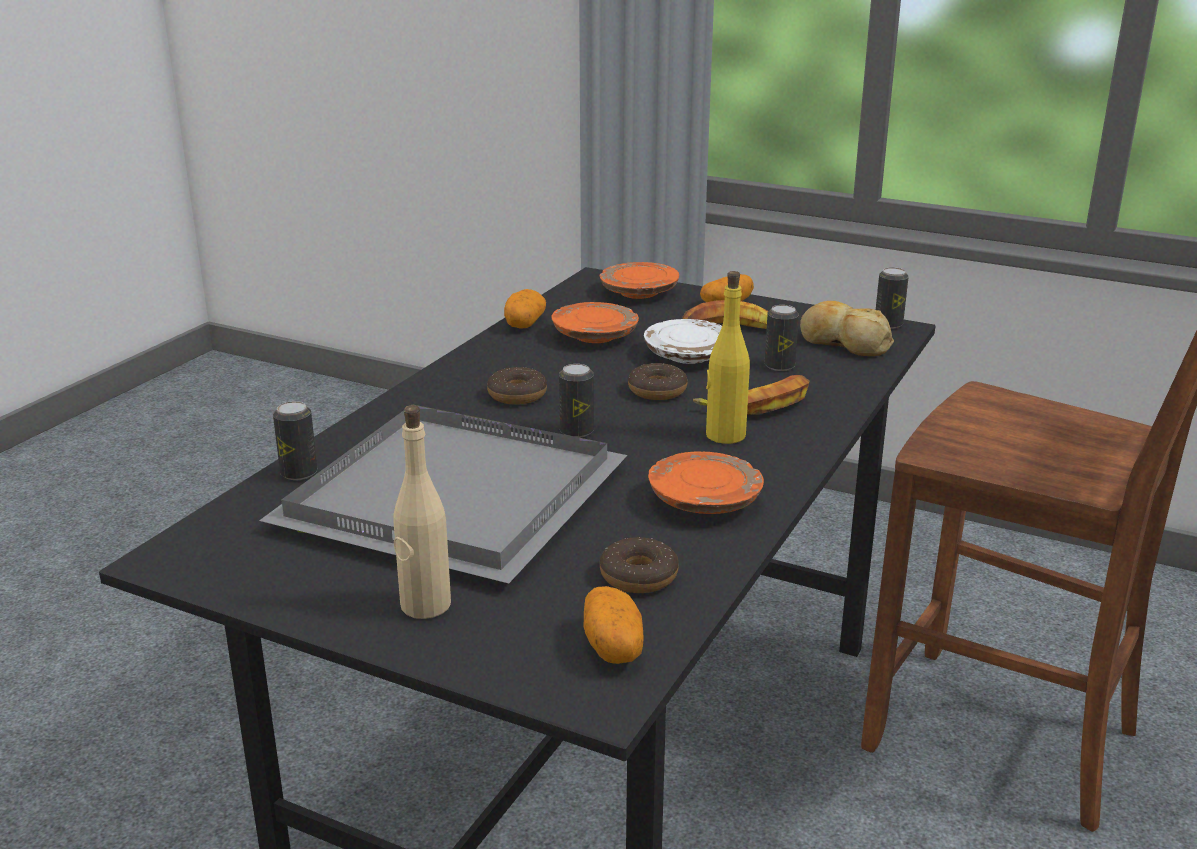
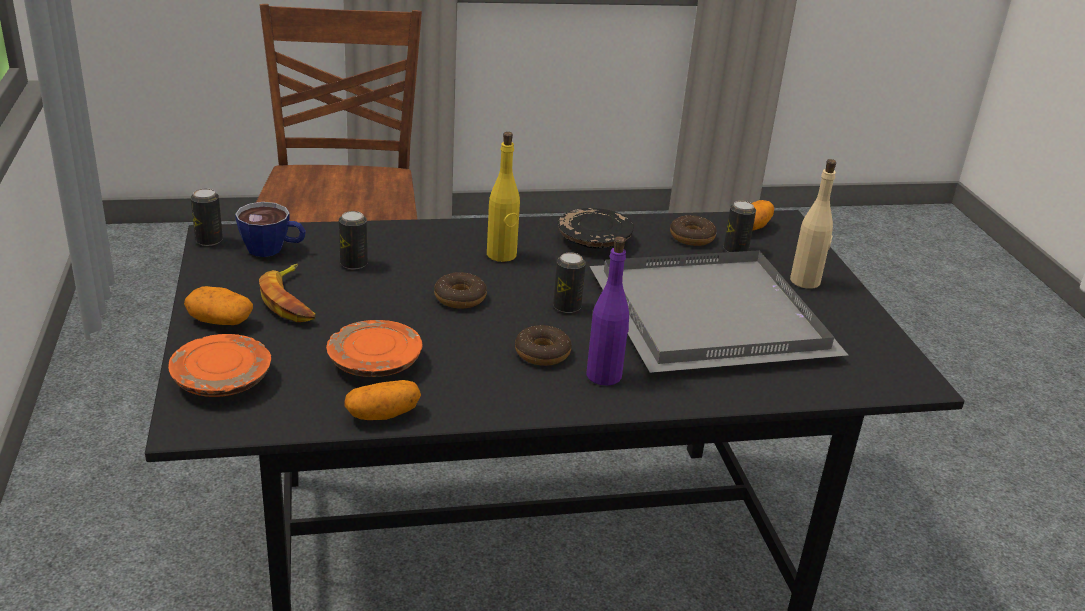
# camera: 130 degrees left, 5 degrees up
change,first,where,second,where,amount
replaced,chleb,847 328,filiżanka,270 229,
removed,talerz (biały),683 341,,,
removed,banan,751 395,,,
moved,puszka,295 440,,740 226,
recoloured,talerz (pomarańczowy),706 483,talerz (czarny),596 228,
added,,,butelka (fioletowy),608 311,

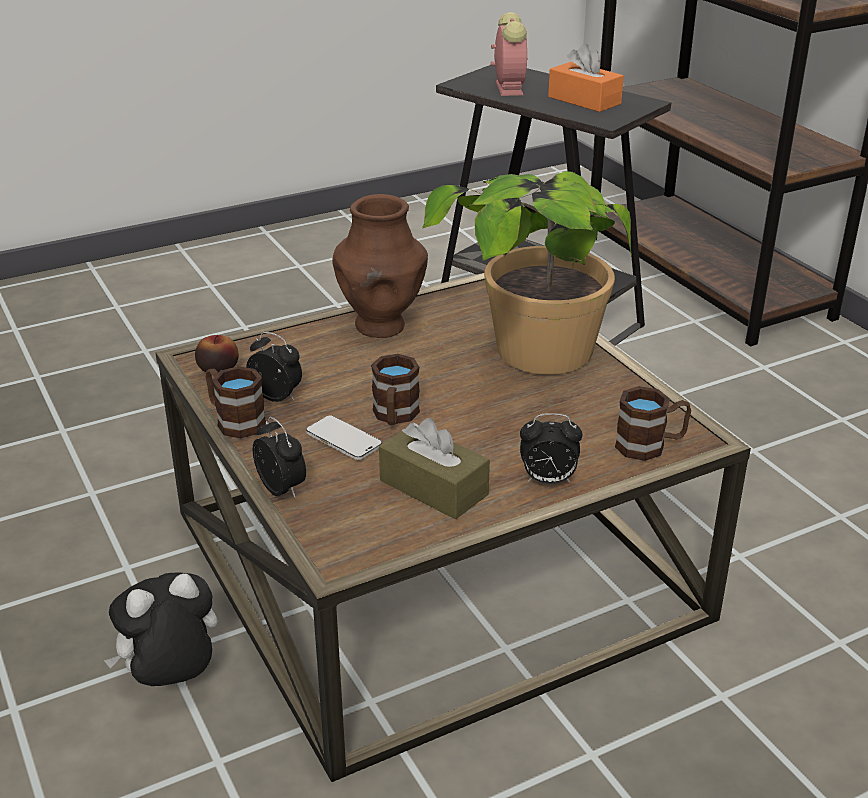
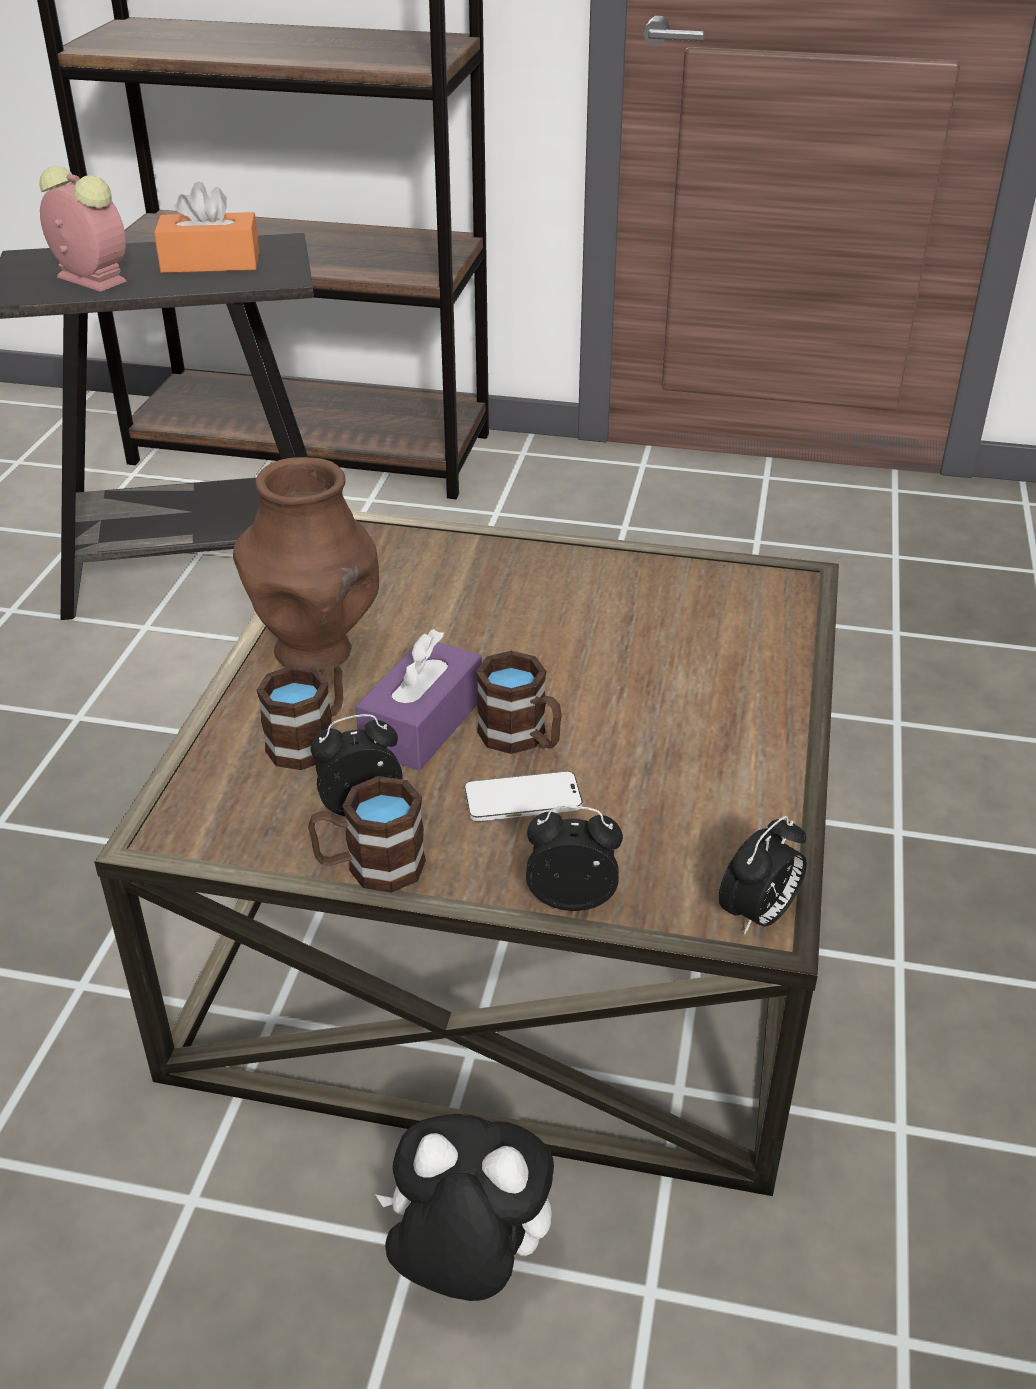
# camera: 50 degrees left, 5 degrees up
change,first,where,second,where,amount
removed,roślina doniczkowa,527 273,,,
removed,jabłko,217 353,,,
moved,kubek (brązowy),653 423,,300 716,
moved,budzik,551 448,,762 875,
removed,pudełko chusteczek (brązowy),434 469,,,
turned,pluszak,161 629,,464 1207,90 degrees clockwise
added,,,pudełko chusteczek (fioletowy),419 700,

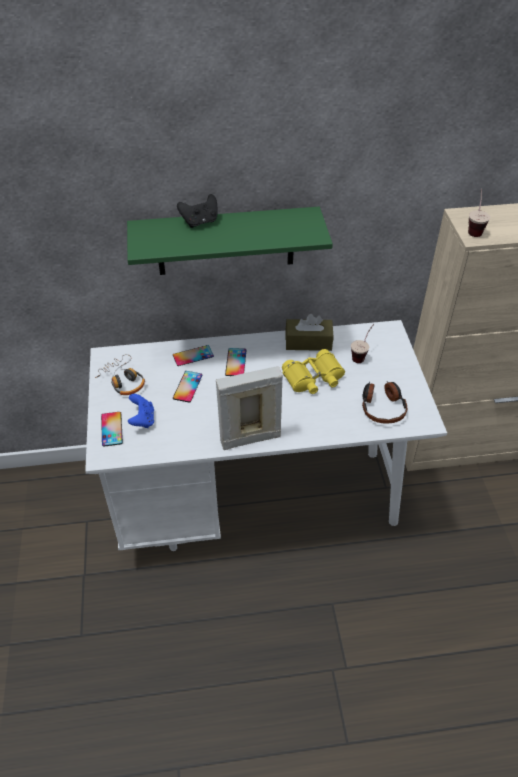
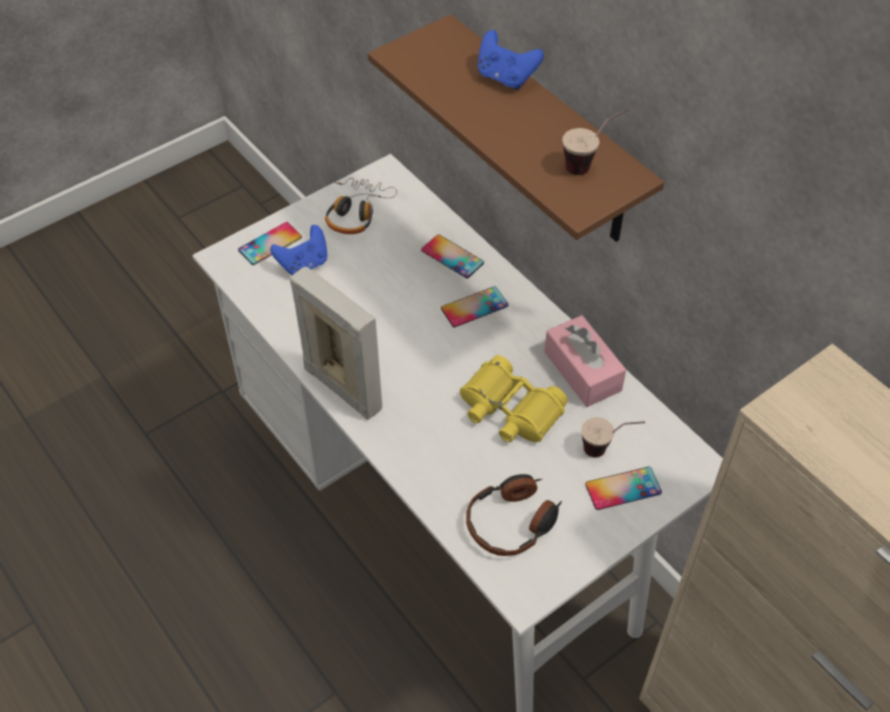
# camera: 60 degrees right, 5 degrees up
change,first,where,second,where,amount
moved,filiżanka,479 213,,595 142,
recoloured,pad do gier (czarny),197 211,pad do gier (niebieski),511 60,
recoloured,półka (zielony),230 241,półka (brązowy),516 128,
recoloured,pudełko chusteczek (brązowy),310 332,pudełko chusteczek (różowy),585 361,
moved,telefon,187 387,,623 488,

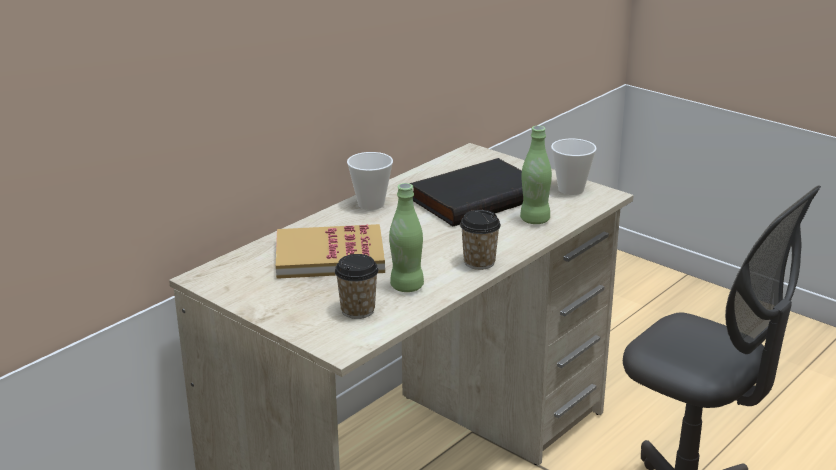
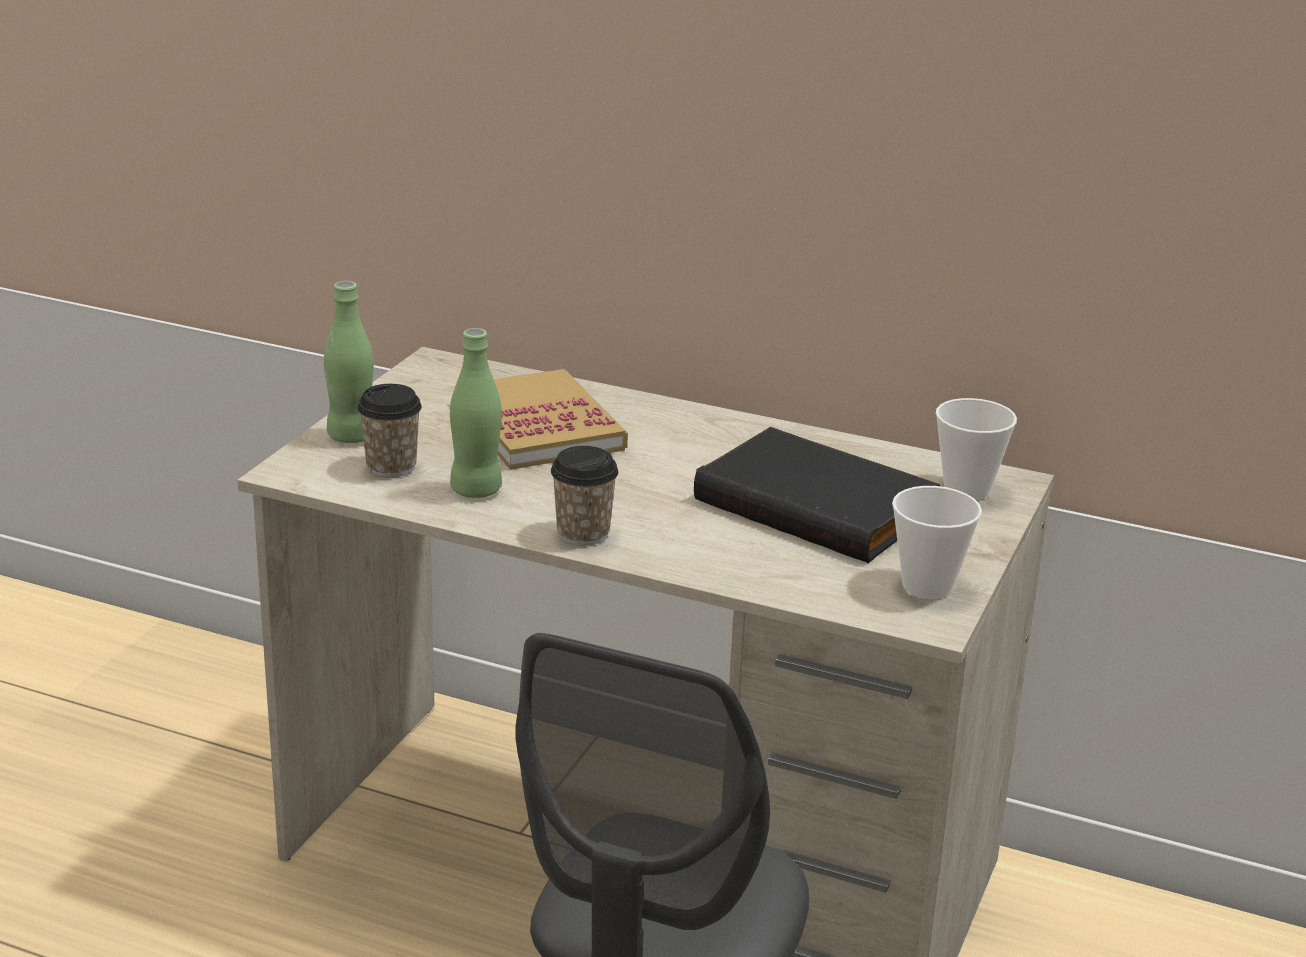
# camera: 70 degrees right, 0 degrees up
change,first,where,second,where,amount
moved,butelka (zielony),536 175,,349 362,
moved,filiżanka,370 181,,976 449,

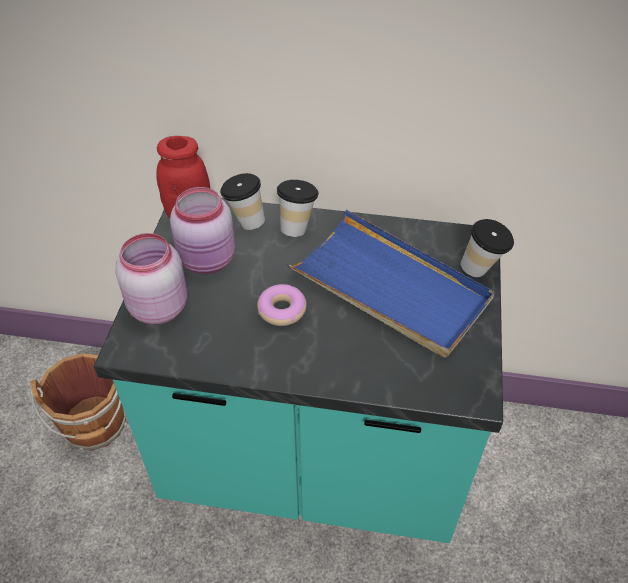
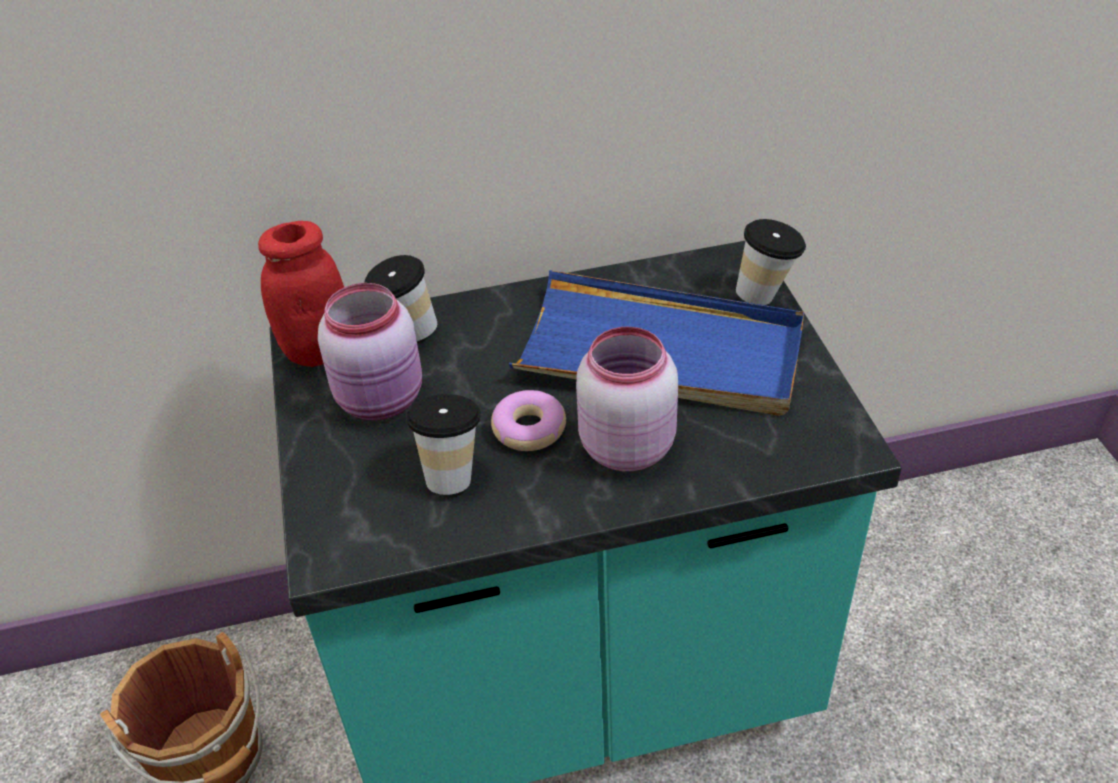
# camera: 20 degrees left, 5 degrees down
change,first,where,second,where,amount
moved,filiżanka,298 208,,443 444,
moved,słoik (różowy),151 278,,627 399,

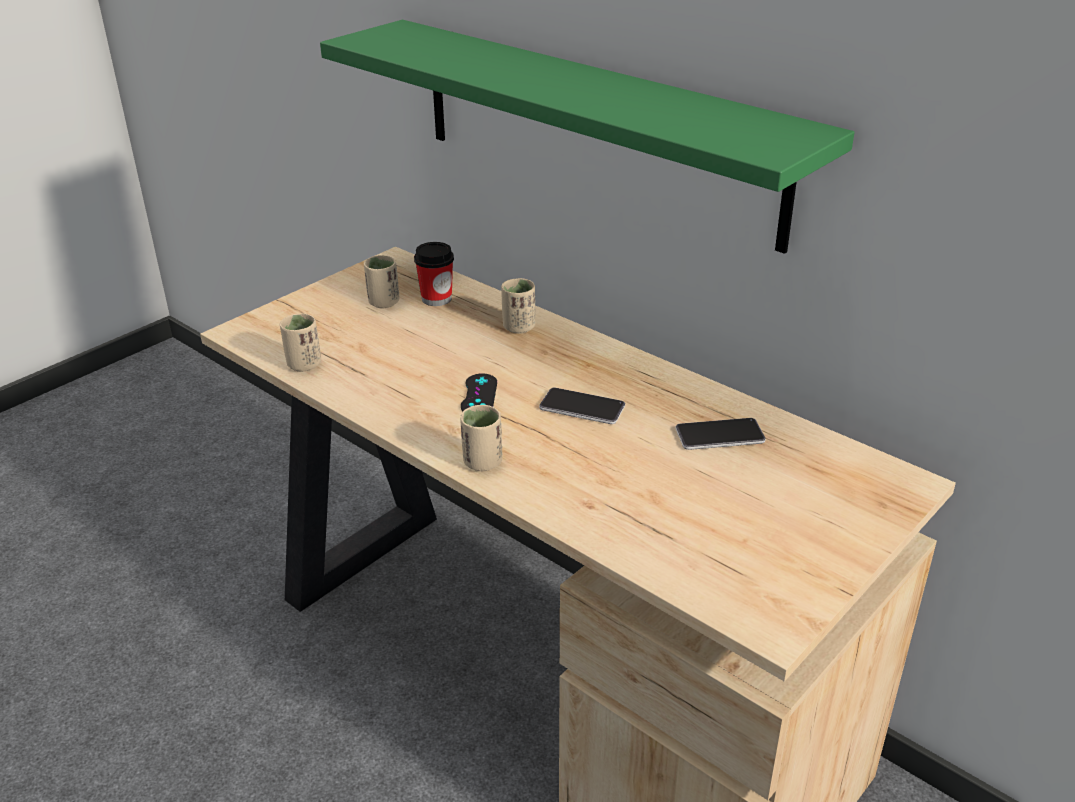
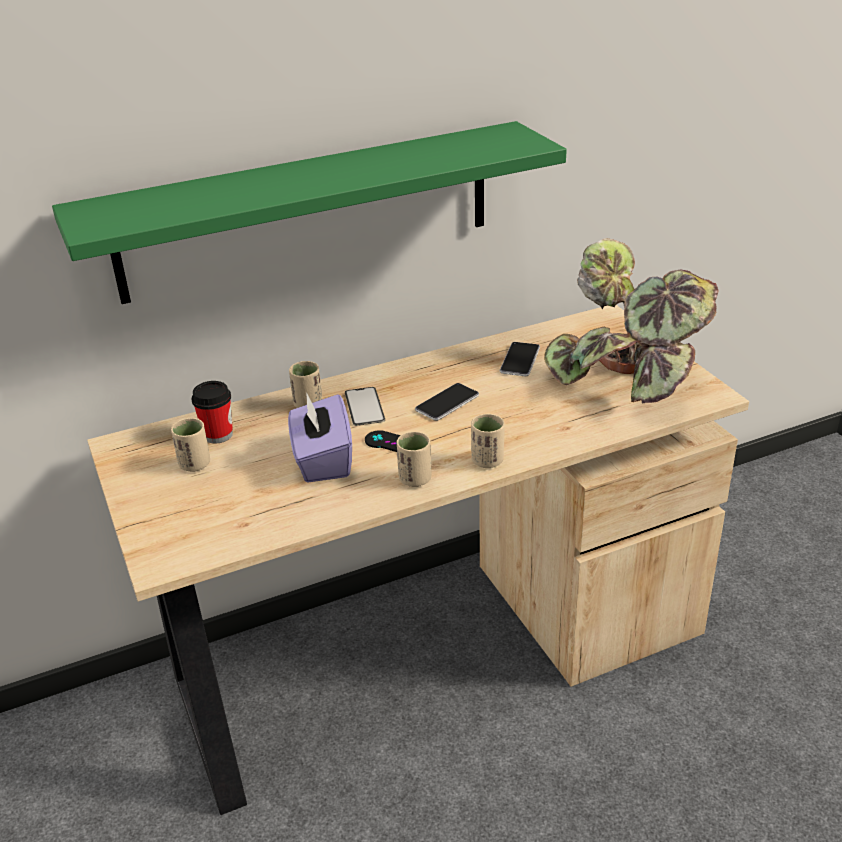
# camera: 65 degrees left, 0 degrees up
change,first,where,second,where,amount
moved,filiżanka (beżowy),300 342,,414 459,
added,,,roślina doniczkowa,631 321,
added,,,telefon,365 406,
added,,,pudełko chusteczek (fioletowy),320 437,

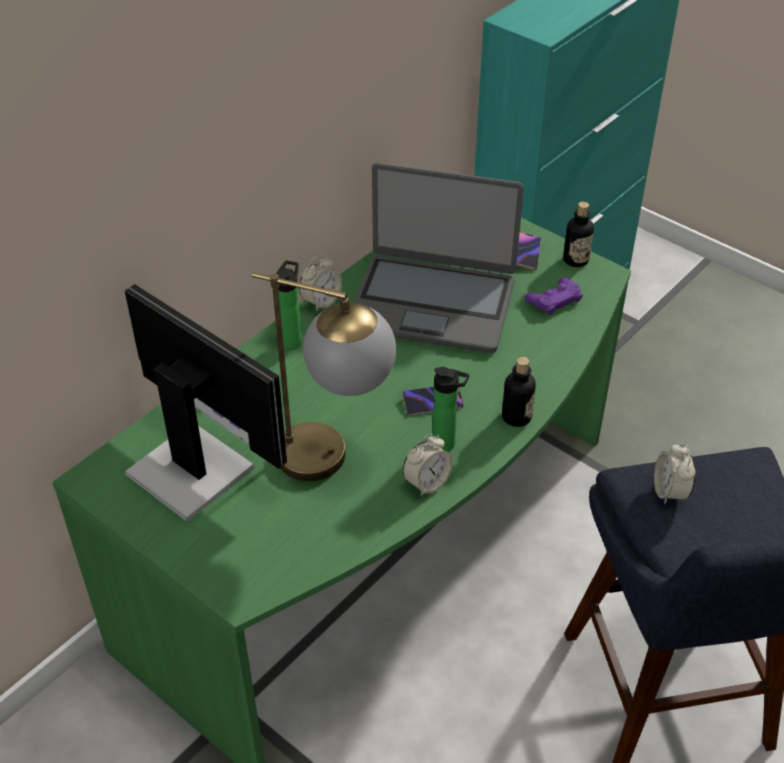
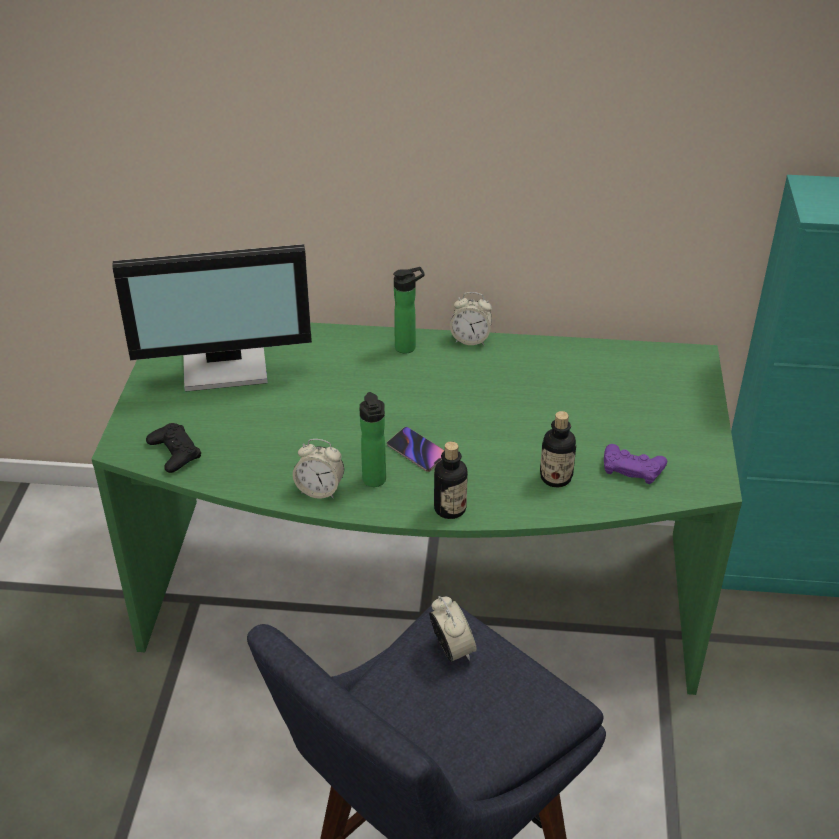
# camera: 55 degrees right, 5 degrees down
change,first,where,second,where,amount
removed,laptop,439 258,,,
moved,butelka,578 234,,558 449,
removed,telefon,529 251,,,
removed,lampa stołowa,324 376,,,
turned,monitor,206 403,,212 318,75 degrees clockwise
turned,budzik,674 474,,453 629,105 degrees clockwise
added,,,pad do gier (czarny),173 448,

